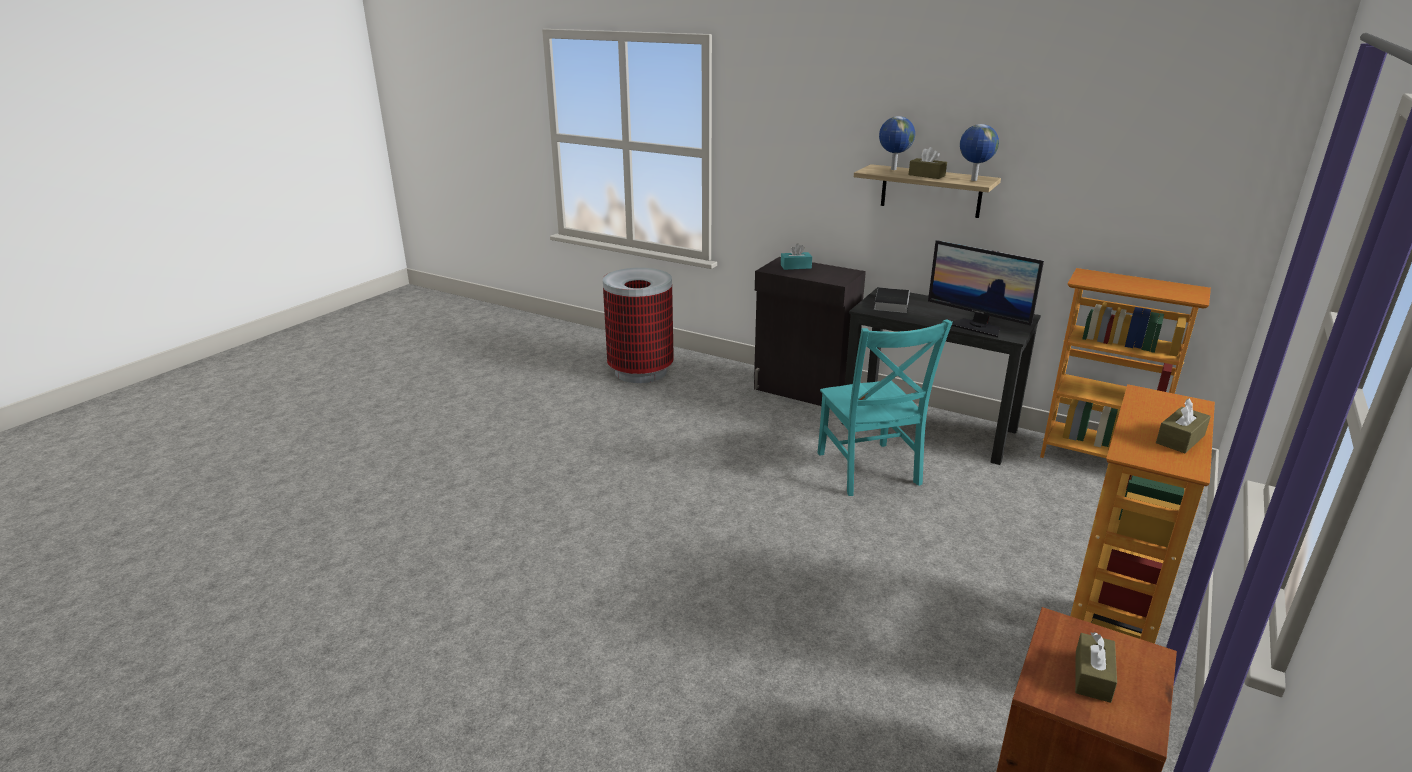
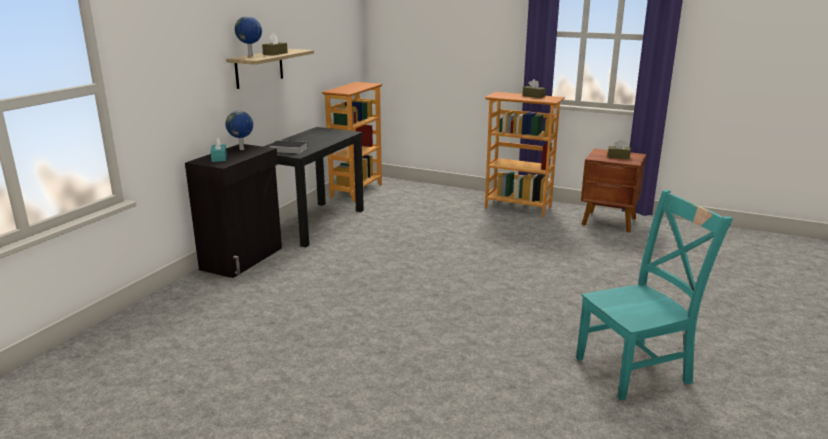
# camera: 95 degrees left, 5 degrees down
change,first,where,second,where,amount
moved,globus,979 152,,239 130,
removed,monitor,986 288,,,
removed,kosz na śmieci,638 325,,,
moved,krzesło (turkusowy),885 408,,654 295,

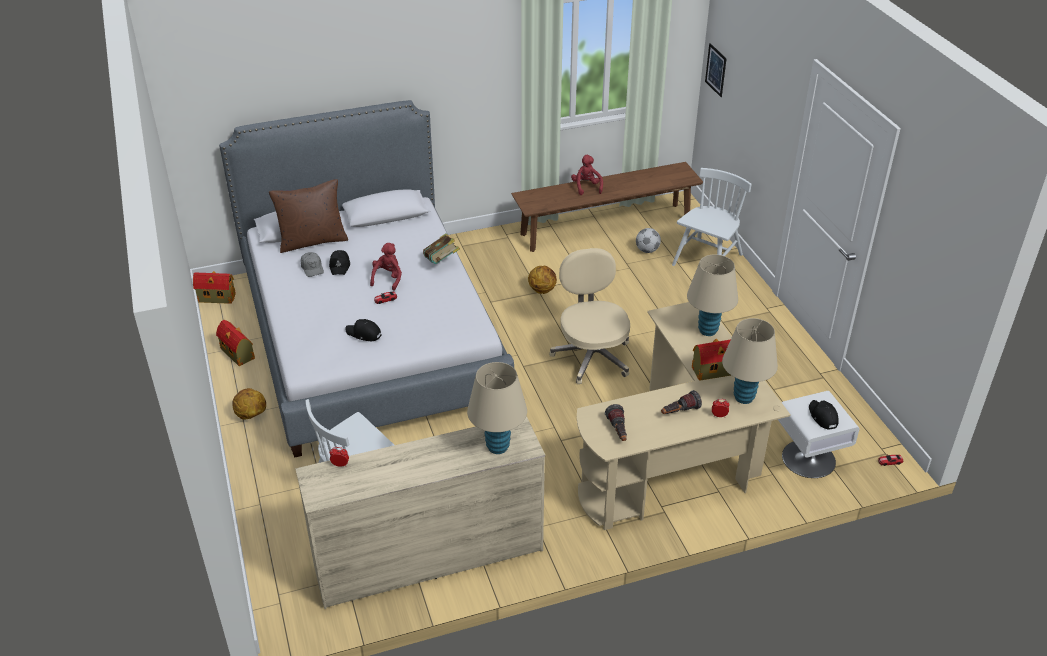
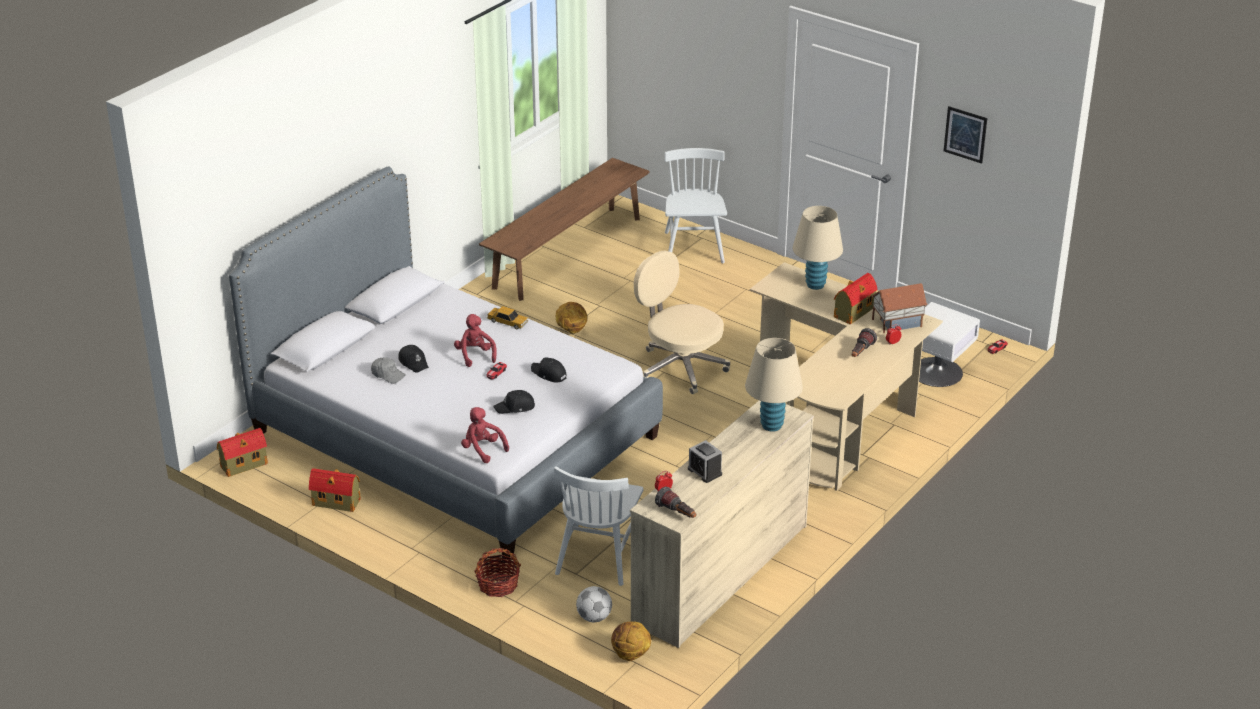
# camera: 35 degrees left, 5 degrees down
change,first,where,second,where,amount
moved,obraz,716 70,,965 135,
moved,pluszak (czerwony),587 175,,485 435,
removed,poduszka (brązowy),308 216,,,
moved,piłka futbolowa,648 240,,594 604,
replaced,książka,441 248,samochodzik,507 318,
replaced,lampa stołowa (beżowy),750 361,domek,900 308,
moved,piłka do koszykówki,249 403,,631 641,
moved,czapka z daszkiem (czarny),823 415,,549 370,
moved,latarka,616 422,,675 502,
added,,,budzik,705 461,
added,,,koszyk,497 572,

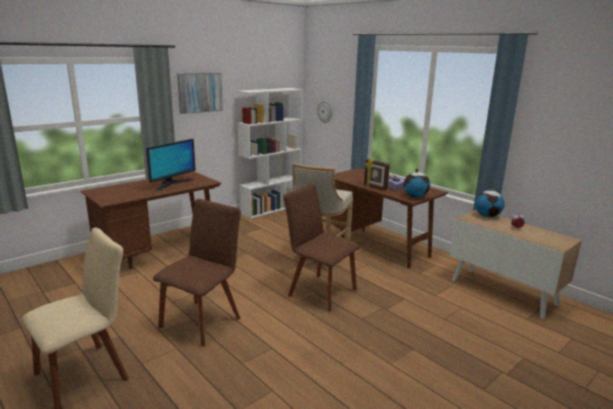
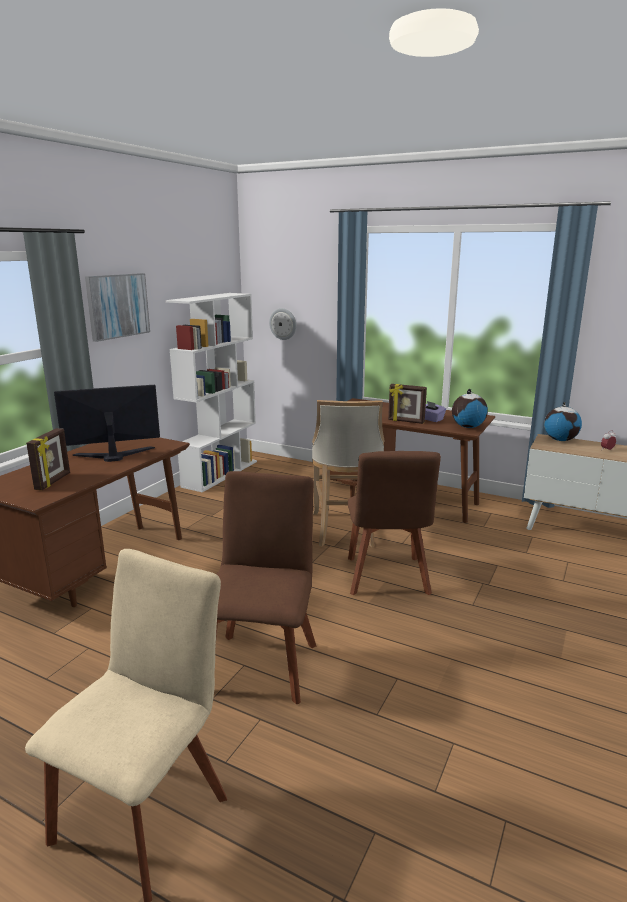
# camera: 20 degrees left, 0 degrees up
change,first,where,second,where,amount
turned,monitor,170 164,,107 423,120 degrees counterclockwise
turned,krzesło (brązowy),321 247,,394 523,105 degrees counterclockwise
added,,,ramka na zdjęcie,48 459,

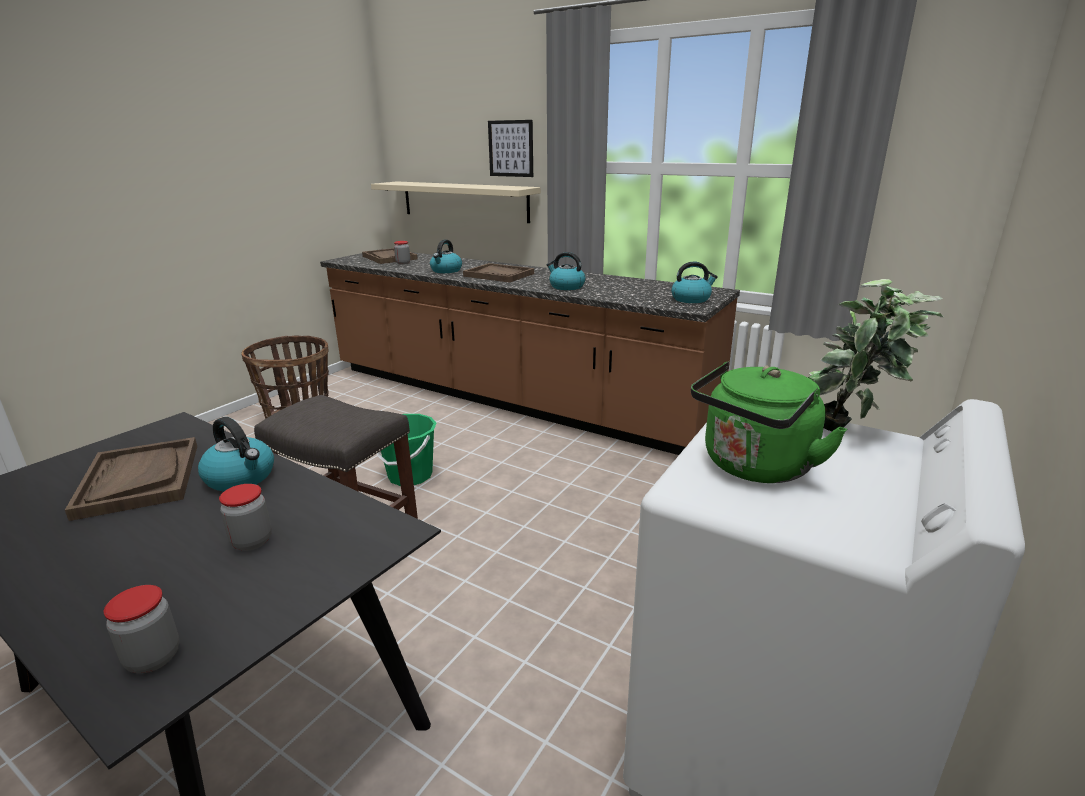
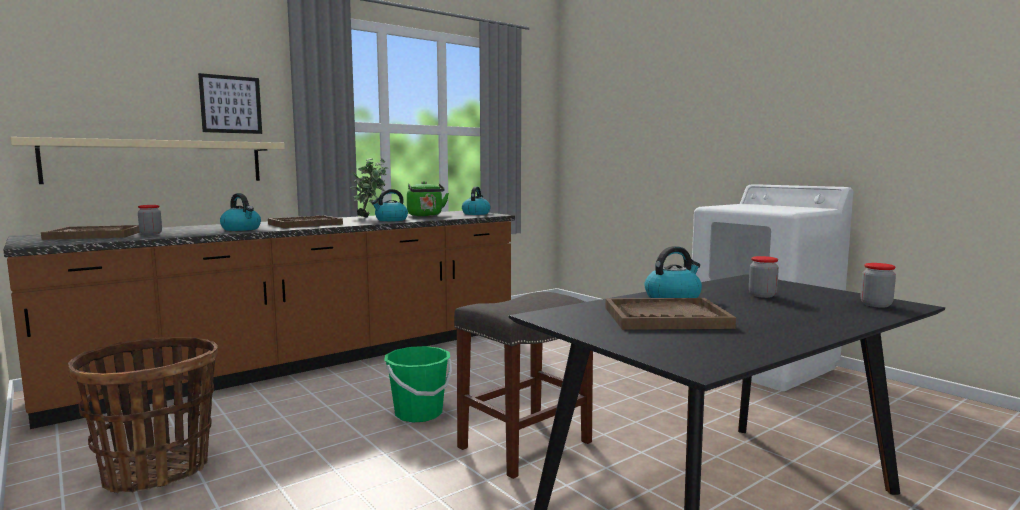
# camera: 70 degrees left, 15 degrees down
change,first,where,second,where,amount
moved,roślina doniczkowa,875 355,,369 188,
moved,czajnik (zielony),769 422,,428 198,

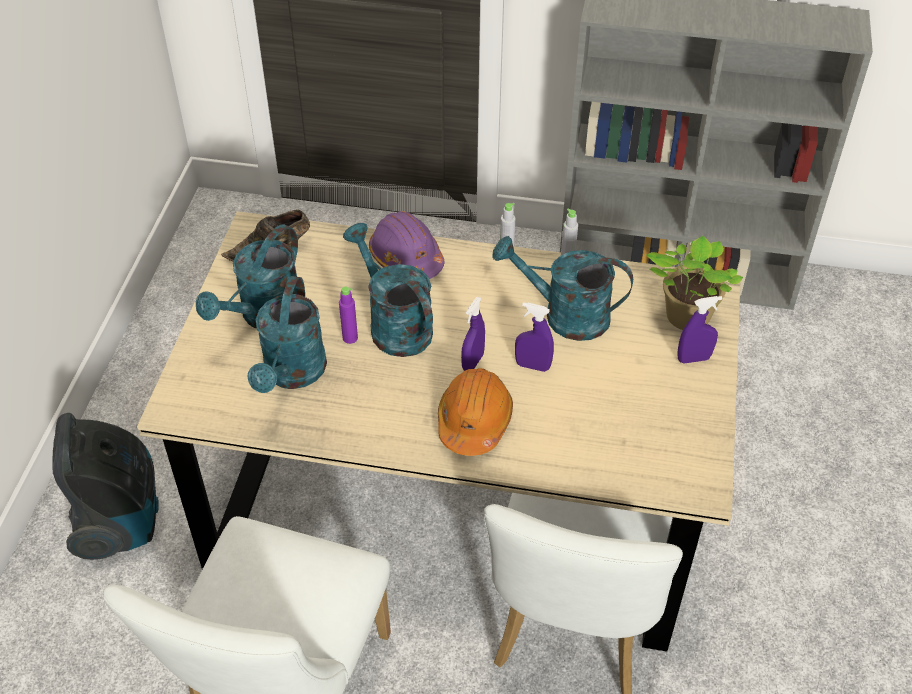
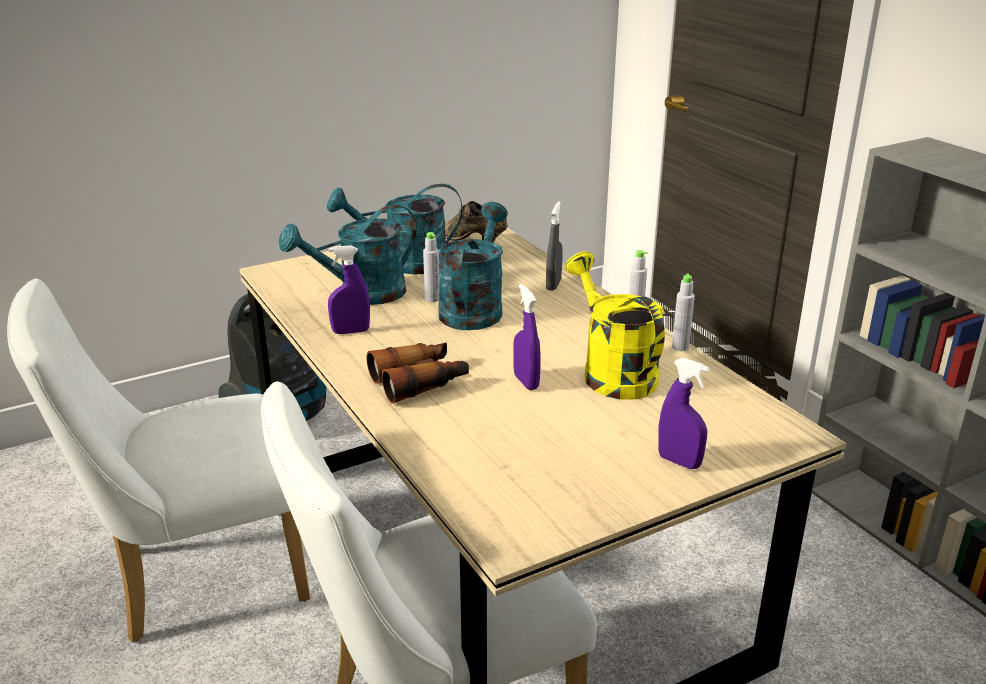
# camera: 50 degrees right, 20 degrees down
change,first,where,second,where,amount
replaced,kask (fioletowy),406 245,spryskiwacz (szary),554 246,
recoloured,konewka (turkusowy),563 288,konewka (żółty),615 325,
removed,roślina doniczkowa,694 283,,,
recoloured,butelka (fioletowy),348 315,butelka (szary),431 267,
moved,spryskiwacz (fioletowy),473 333,,349 289,
replaced,kask (pomarańczowy),475 412,lornetka,418 373,

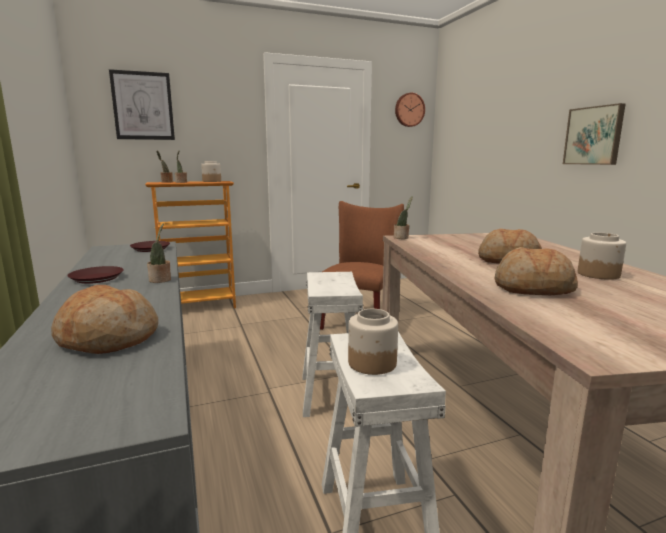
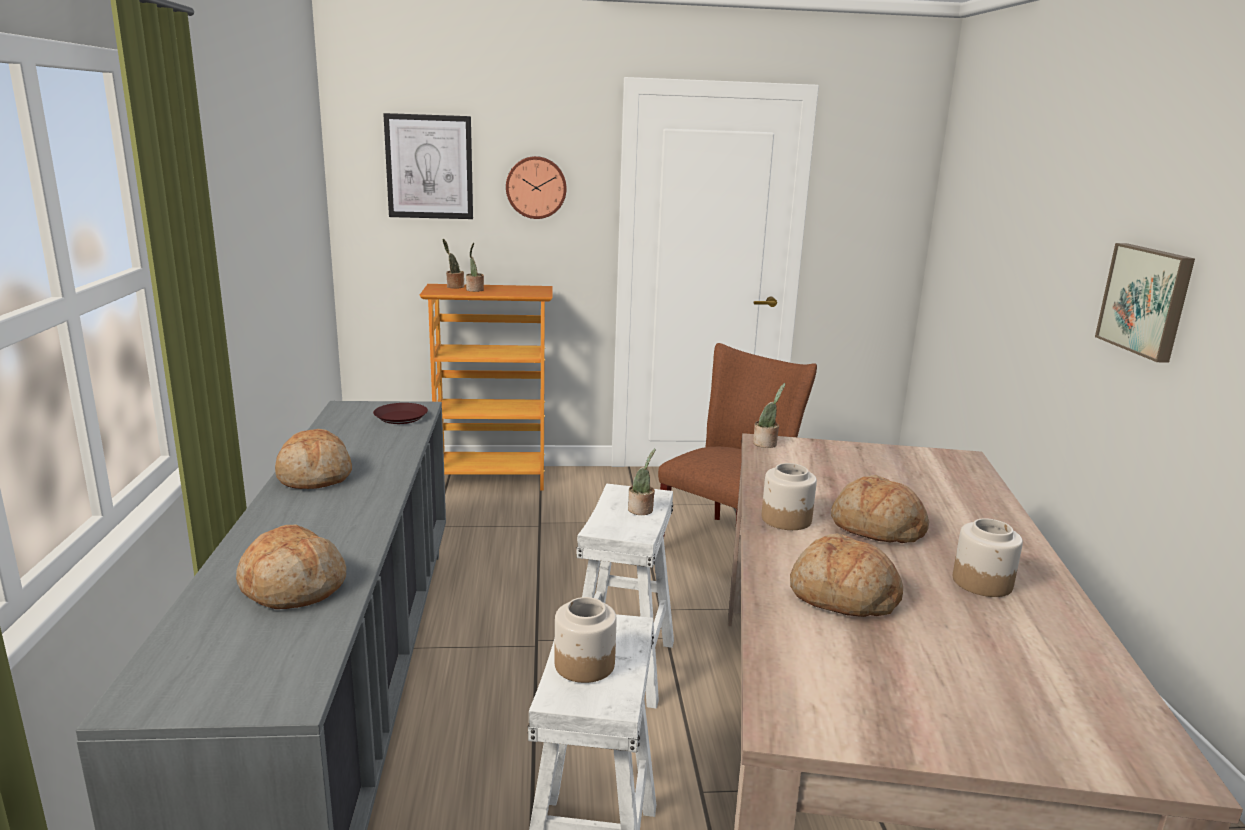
# camera: 15 degrees right, 5 degrees up
change,first,where,second,where,amount
moved,zegar ścienny,410 110,,536 187,
moved,słoik,211 171,,789 496,
moved,roślina doniczkowa,159 253,,642 481,
replaced,talerz (brązowy),95 275,chleb,313 459,

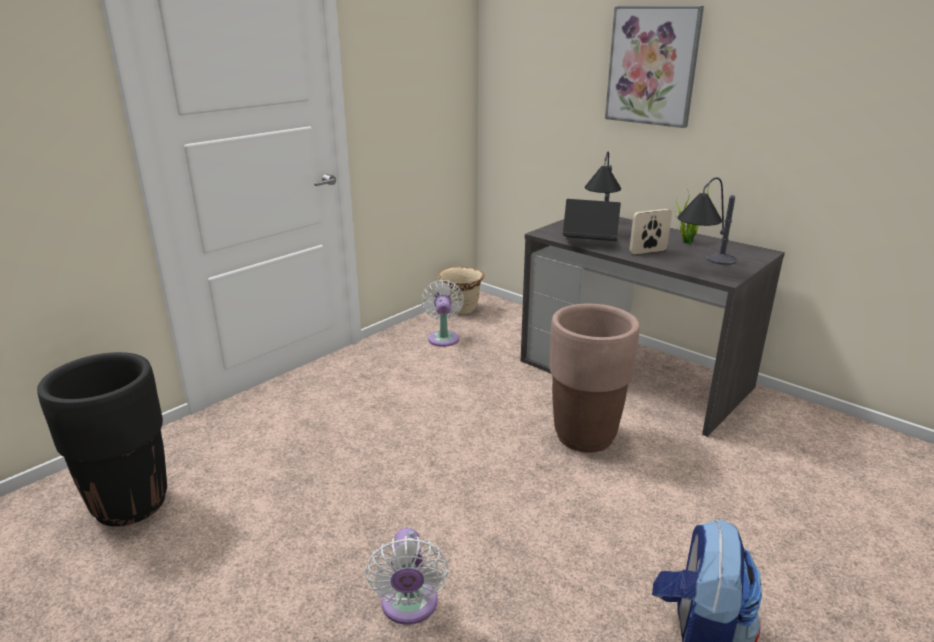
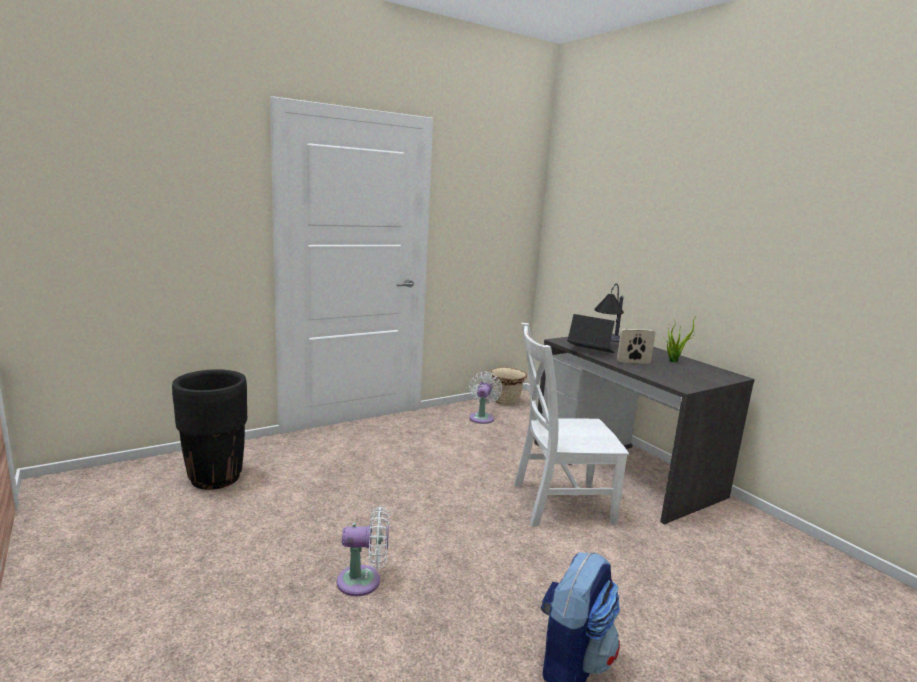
# camera: 15 degrees right, 10 degrees down
change,first,where,second,where,amount
removed,obraz,654 67,,,
removed,lampa stołowa,707 221,,,
replaced,donica (brązowy),594 378,krzesło (biały),571 425,
turned,wentylator (biały),407 576,,363 551,105 degrees counterclockwise

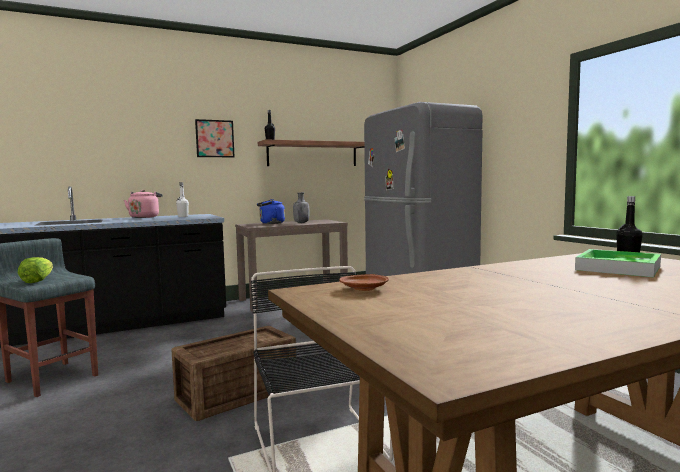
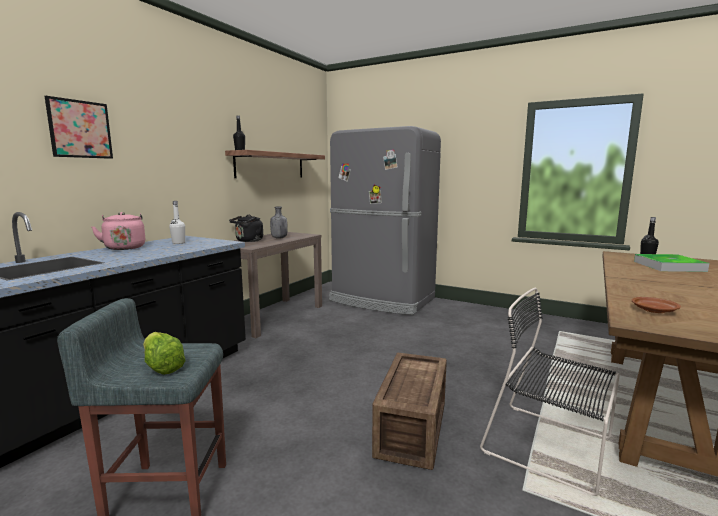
# camera: 35 degrees left, 5 degrees up
change,first,where,second,where,amount
moved,obraz,215 138,,79 127,
recoloured,czajnik (niebieski),271 211,czajnik (czarny),246 228,

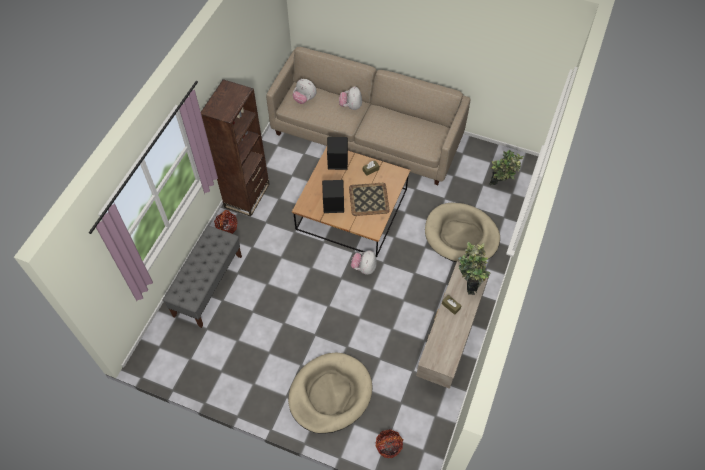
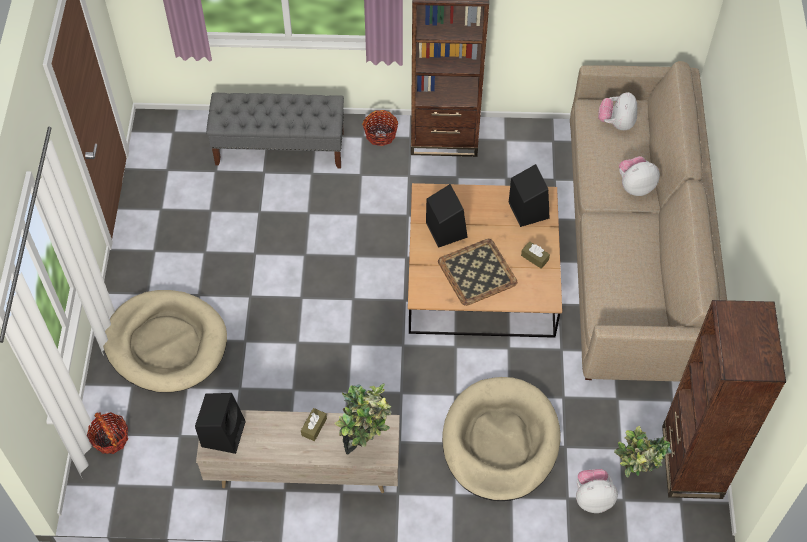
# camera: 70 degrees right, 0 degrees up
change,first,where,second,where,amount
moved,pluszak,364 262,,597 491,
added,,,regał (brązowy),724 399,
added,,,głośnik (czarny),220 423,

